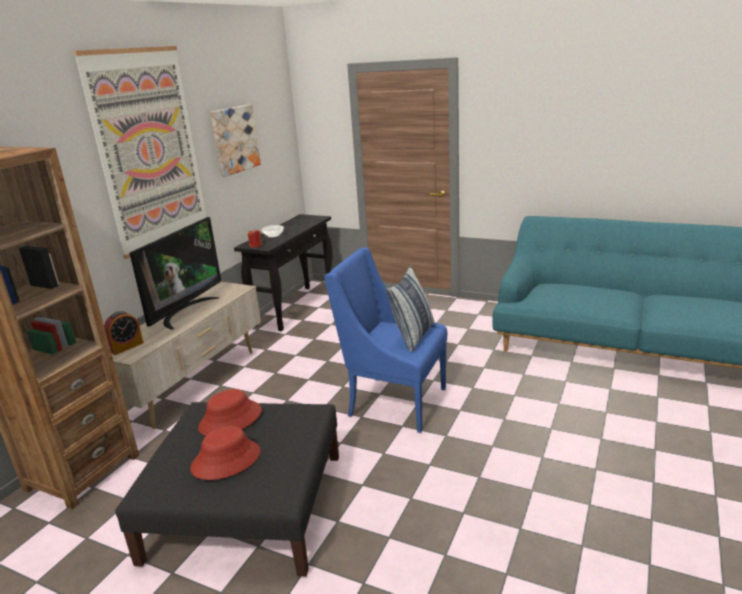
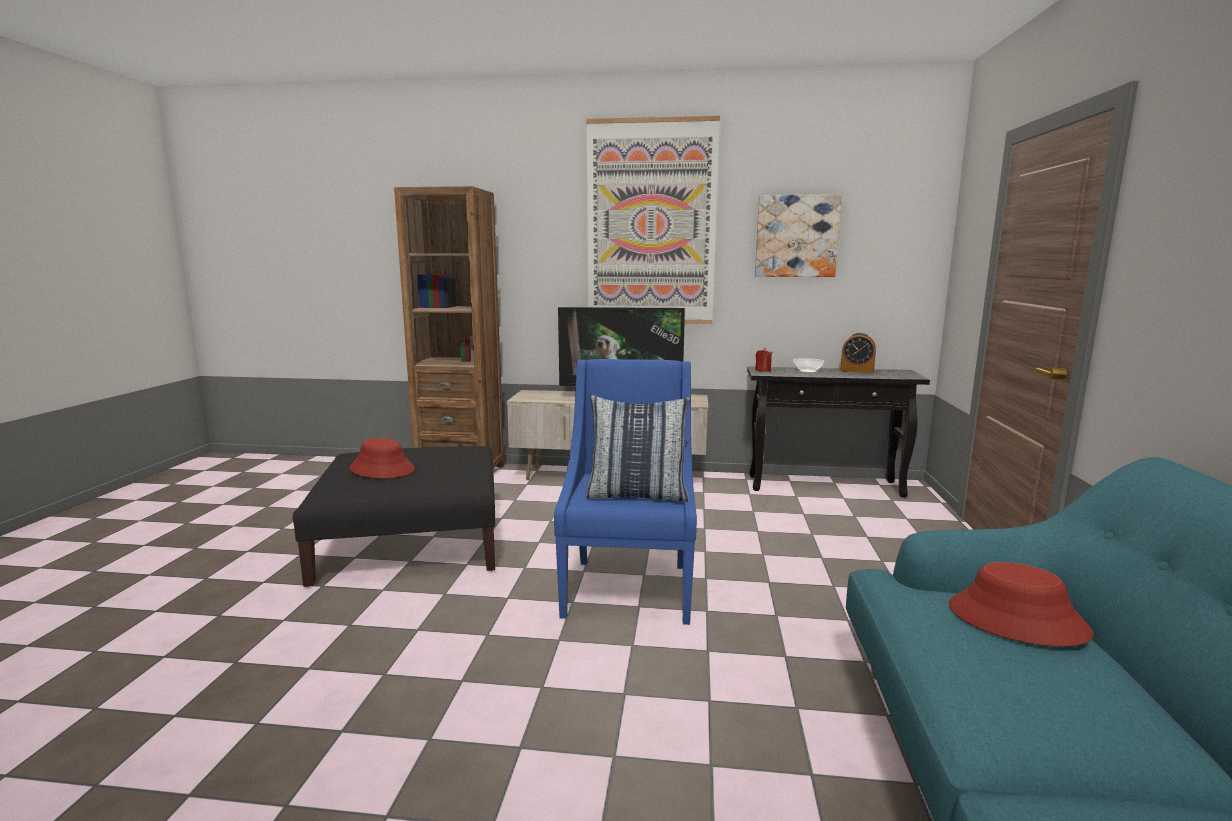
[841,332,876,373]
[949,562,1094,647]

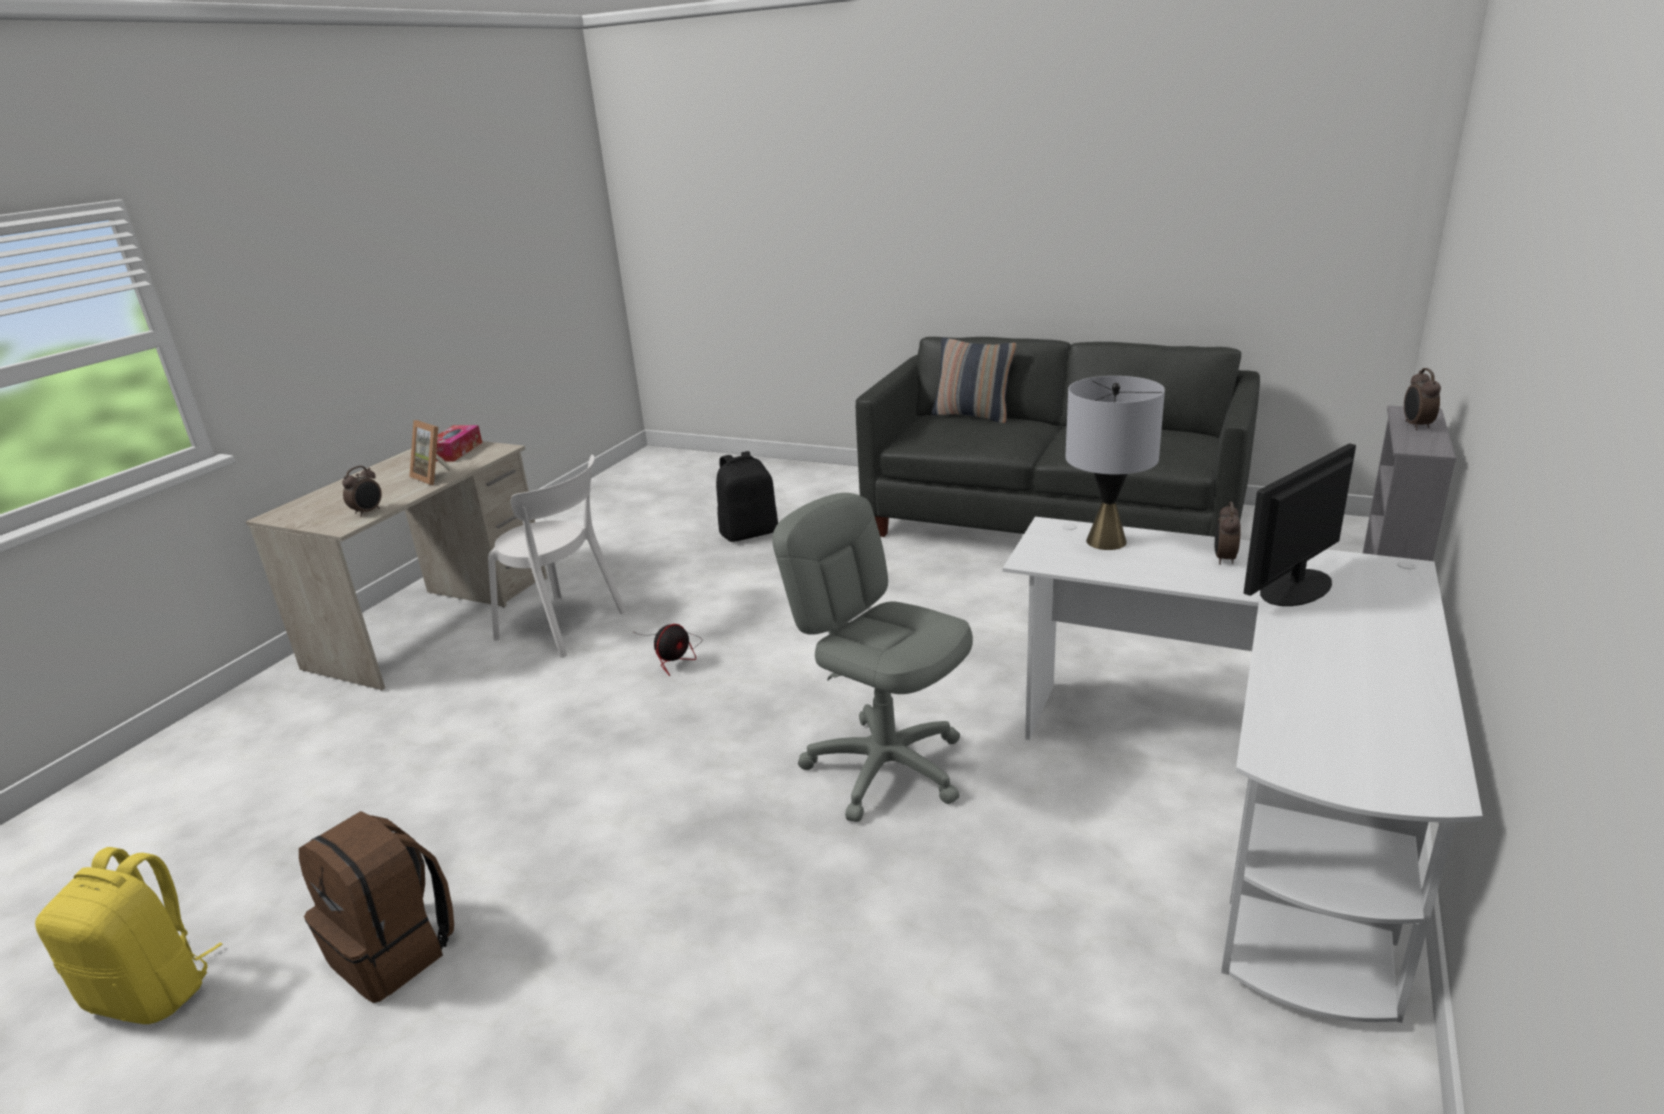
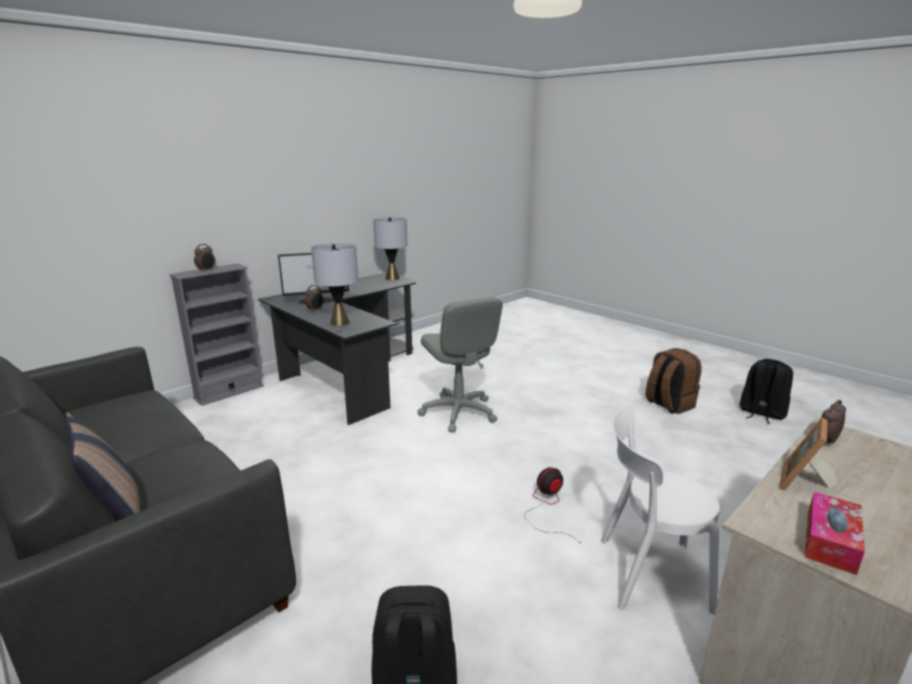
[779,417,837,491]
[601,405,720,615]
[258,273,416,425]
[739,359,793,424]
[373,217,408,280]

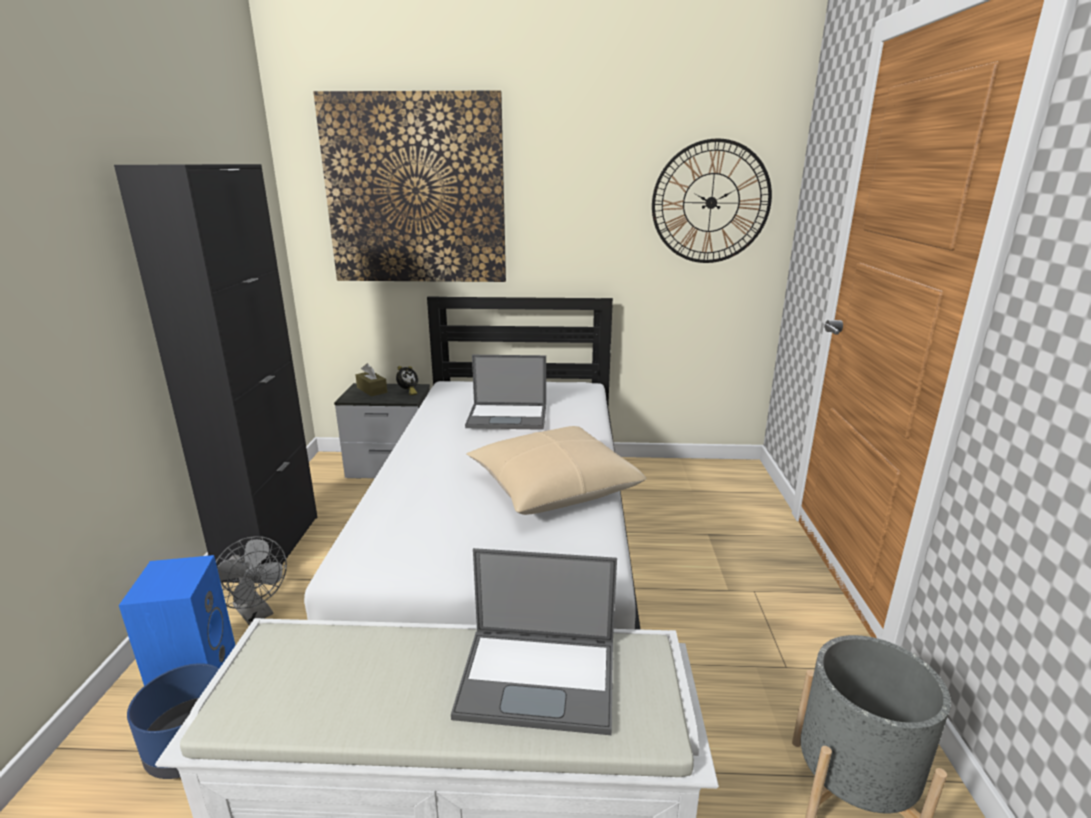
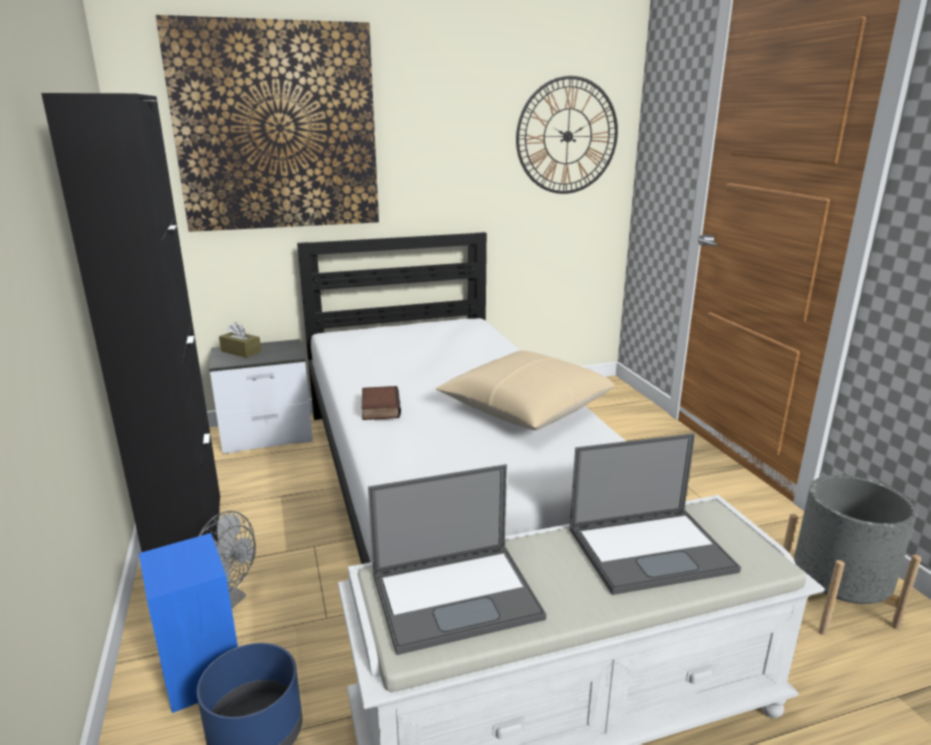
[368,464,546,655]
[396,366,418,395] (first image)
[362,386,401,420]

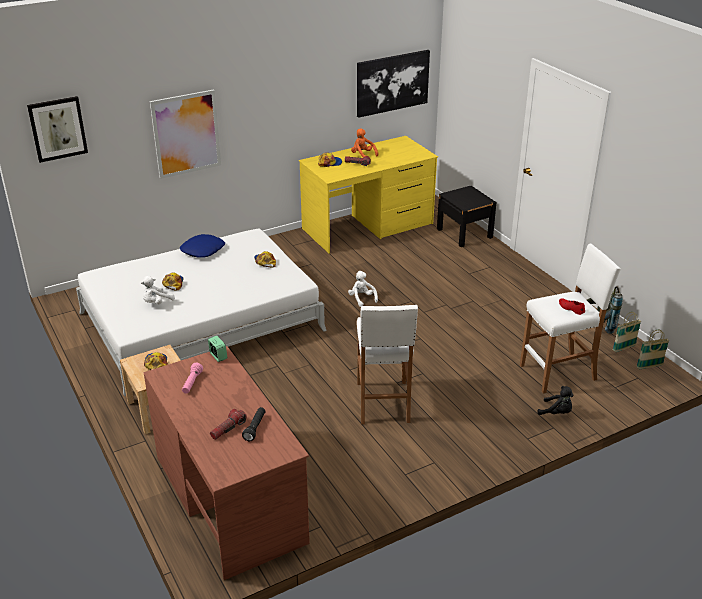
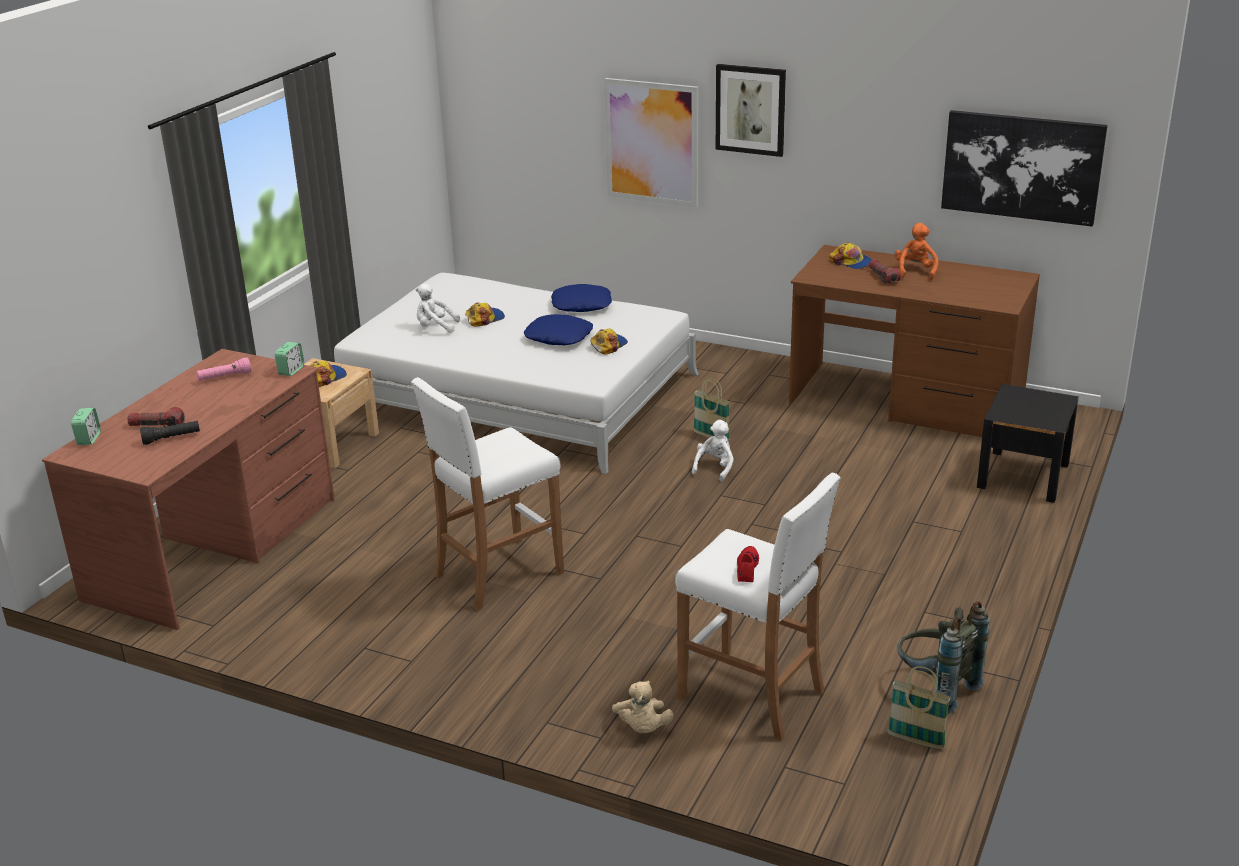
[716,64,786,157]
[789,245,1040,437]
[693,378,730,441]
[612,681,674,733]
[523,314,593,345]
[71,408,101,445]

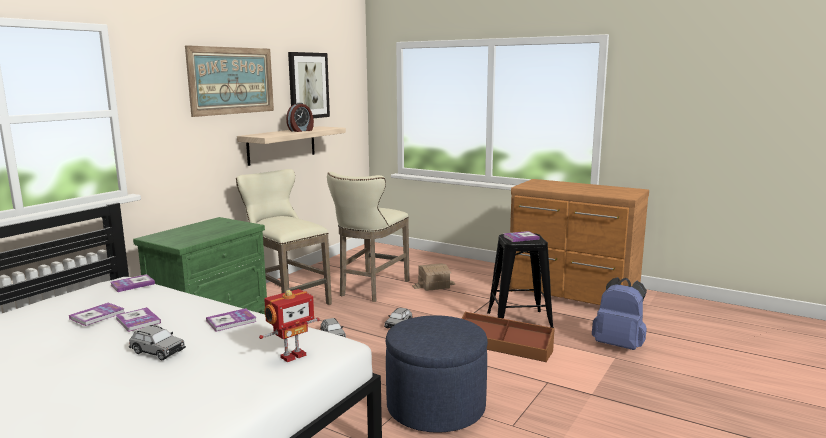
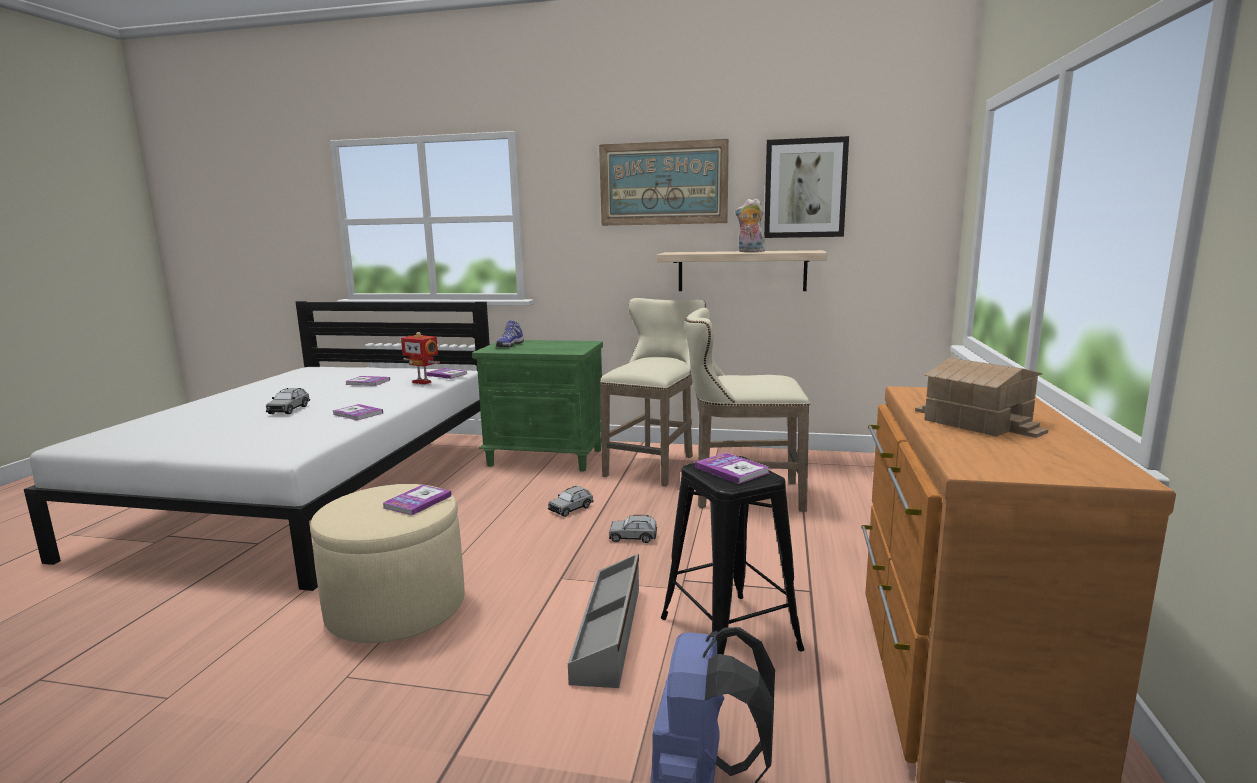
[735,198,765,252]
[915,358,1048,438]
[401,332,440,385]
[383,485,452,515]
[568,554,639,688]
[310,484,465,643]
[496,321,524,348]

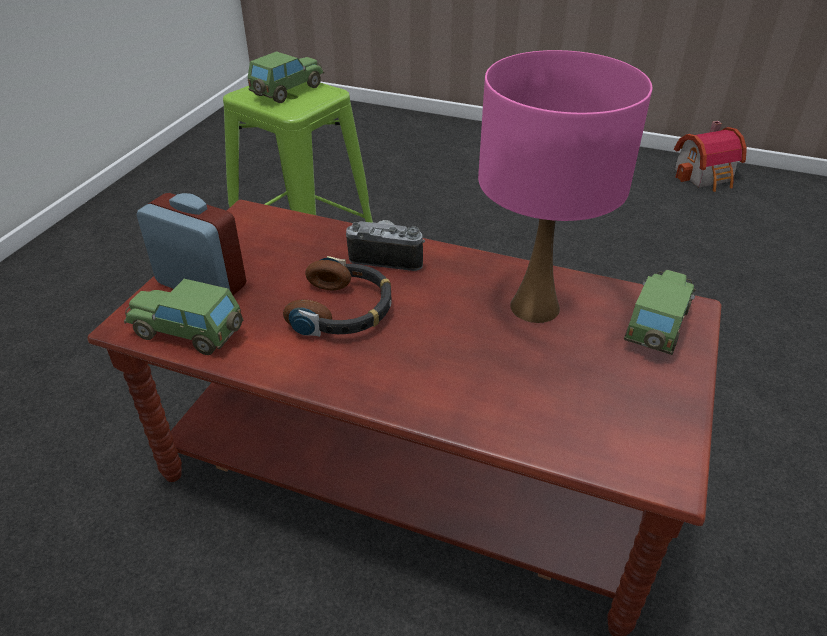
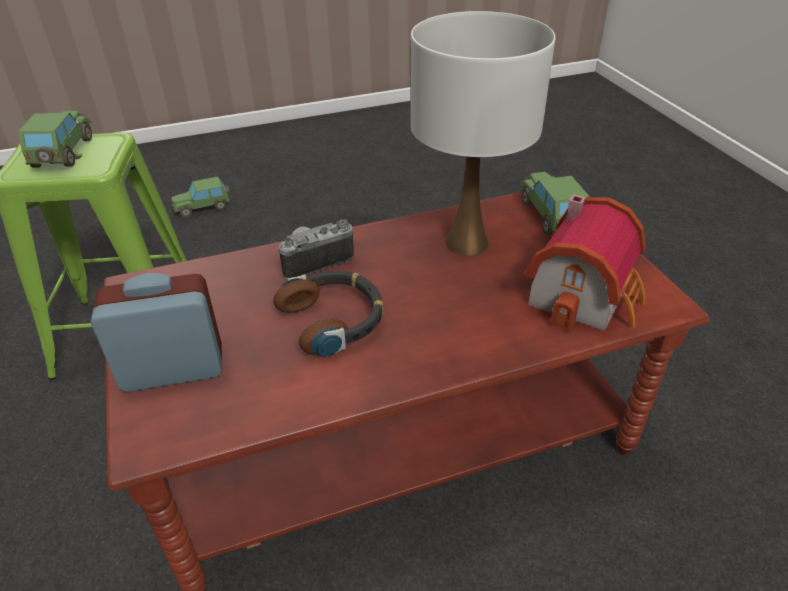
[410,11,555,255]
[524,194,646,333]
[171,177,230,217]

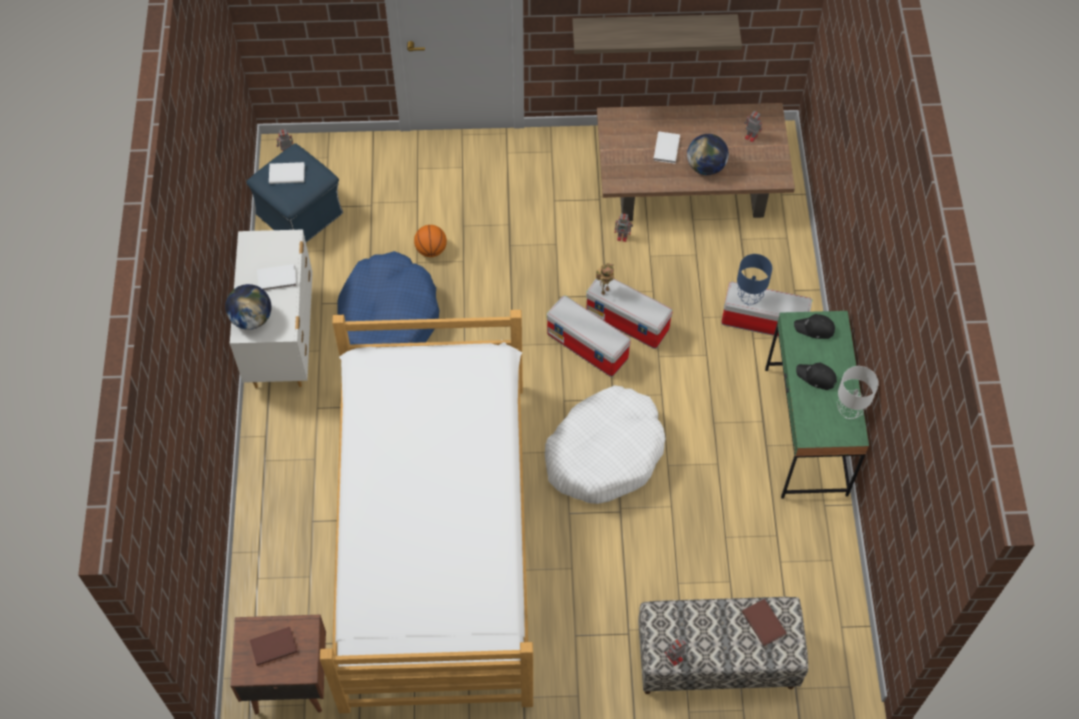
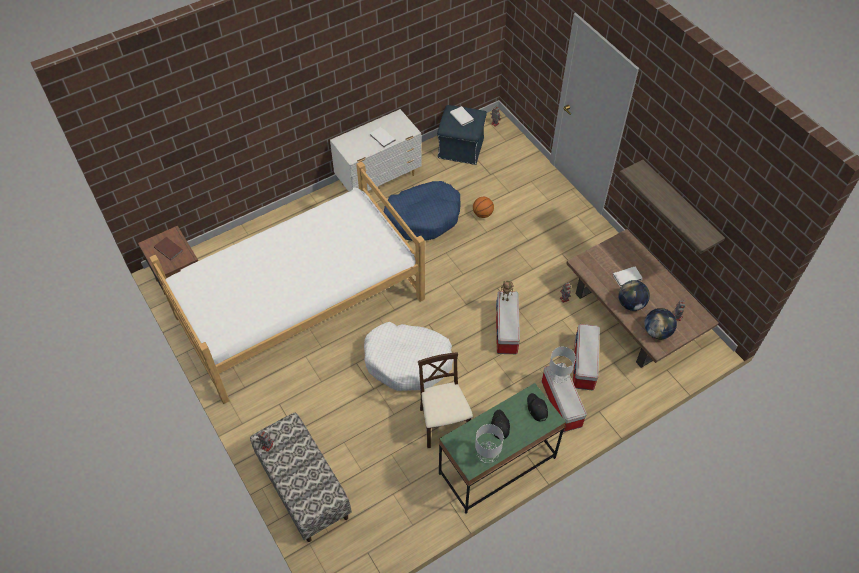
[549,347,576,383]
[644,308,677,339]
[573,324,600,390]
[742,599,786,646] (first image)
[418,352,473,448]

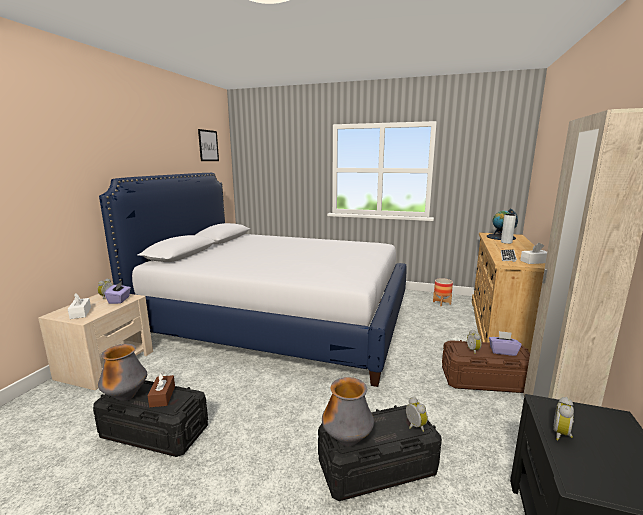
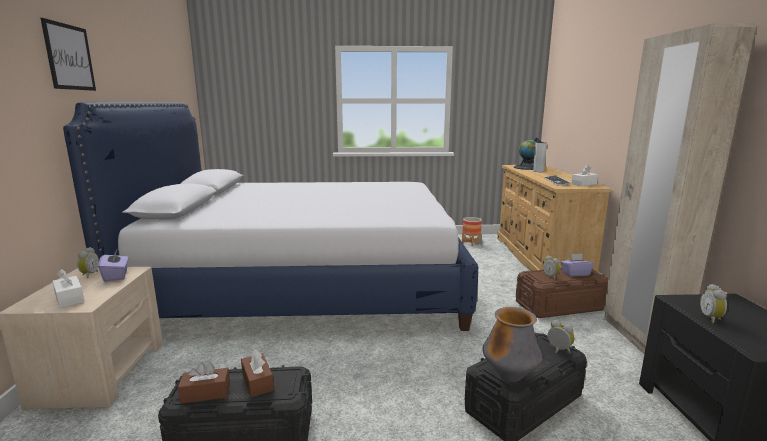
[41,18,96,91]
[178,362,230,404]

